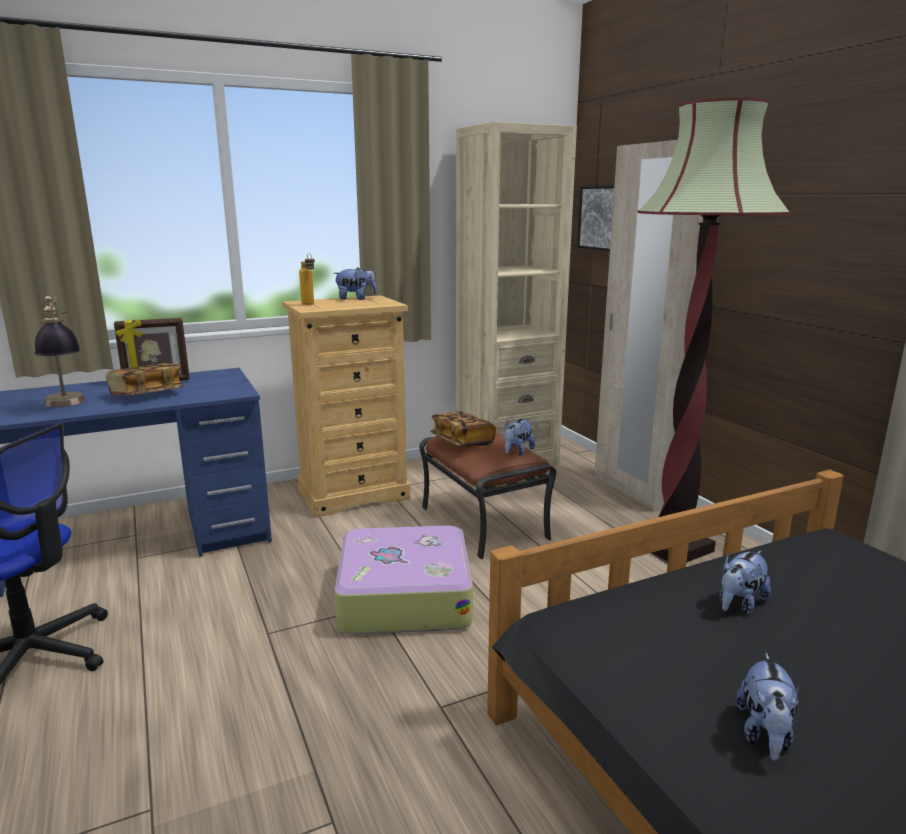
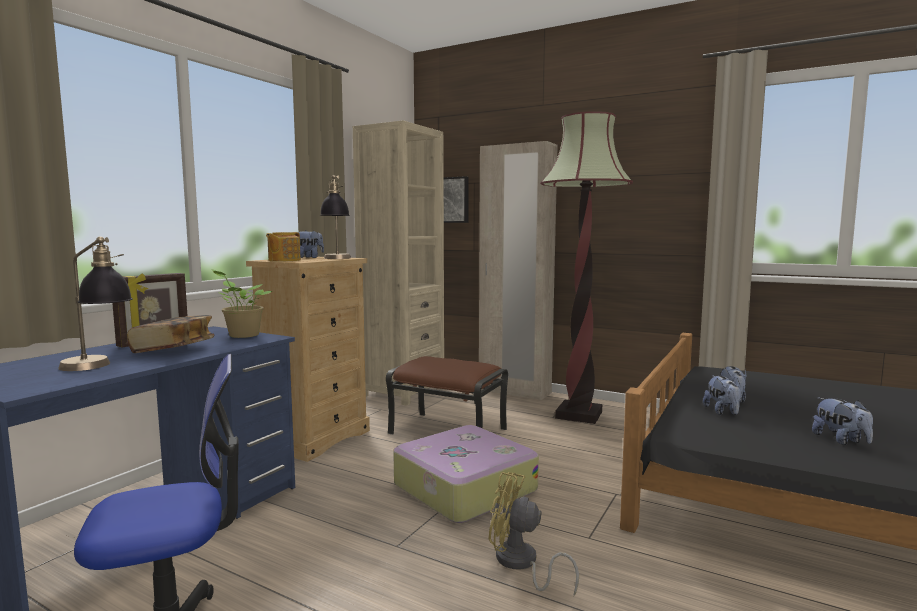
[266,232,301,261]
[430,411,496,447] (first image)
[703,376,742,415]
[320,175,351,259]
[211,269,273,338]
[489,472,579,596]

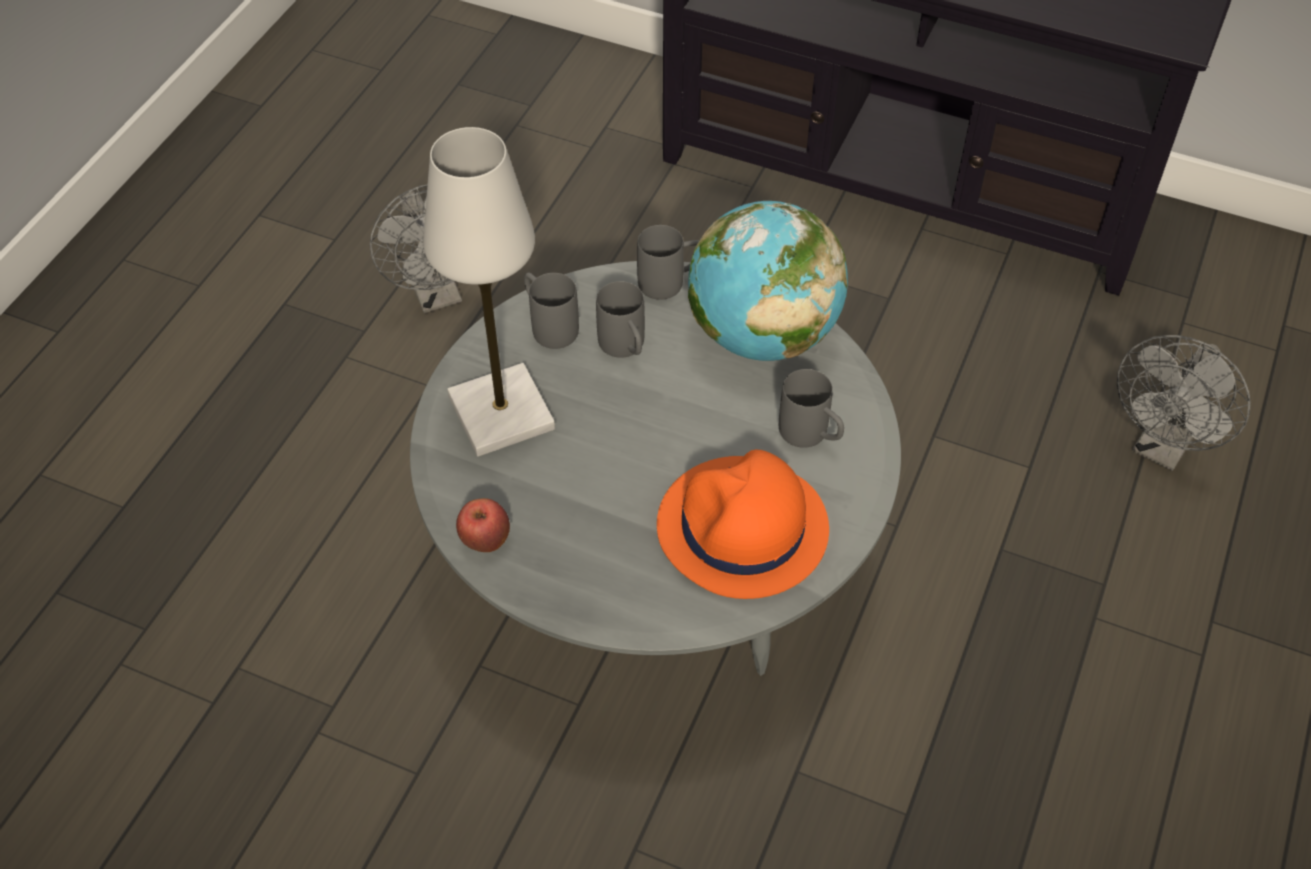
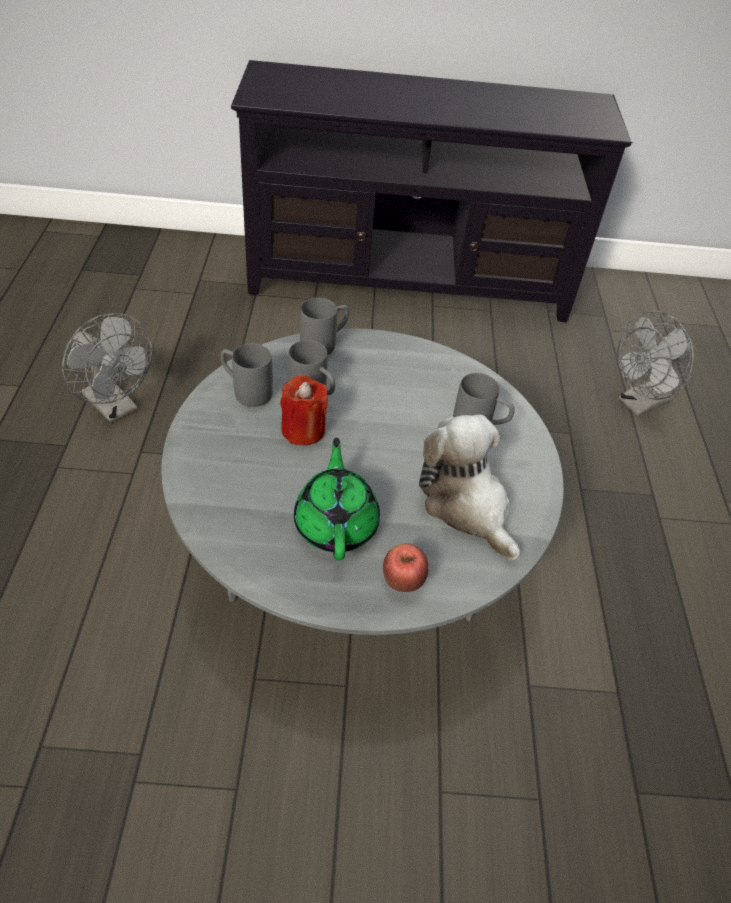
[423,127,555,457] (first image)
[688,201,848,361] (first image)
[617,311,695,416]
[419,415,520,560]
[383,543,429,592]
[280,375,328,445]
[294,438,380,560]

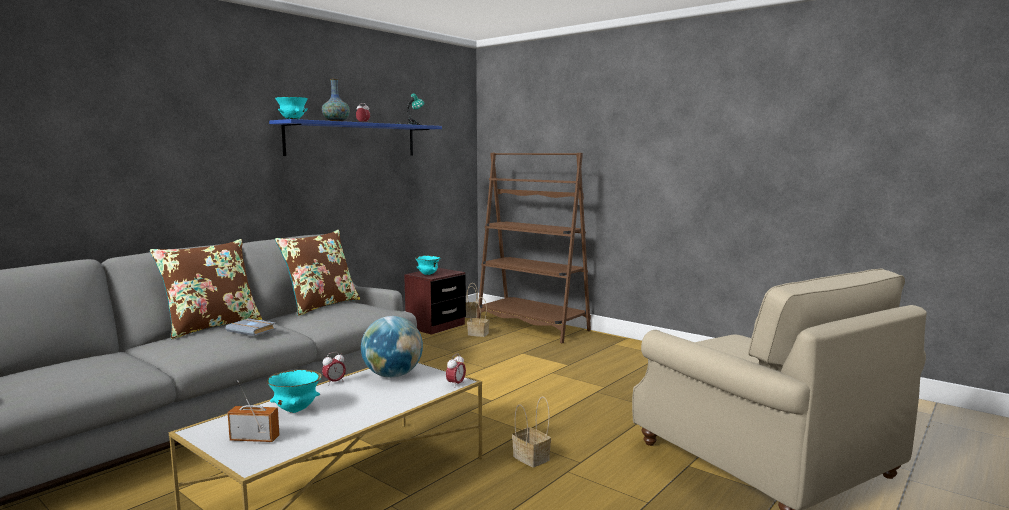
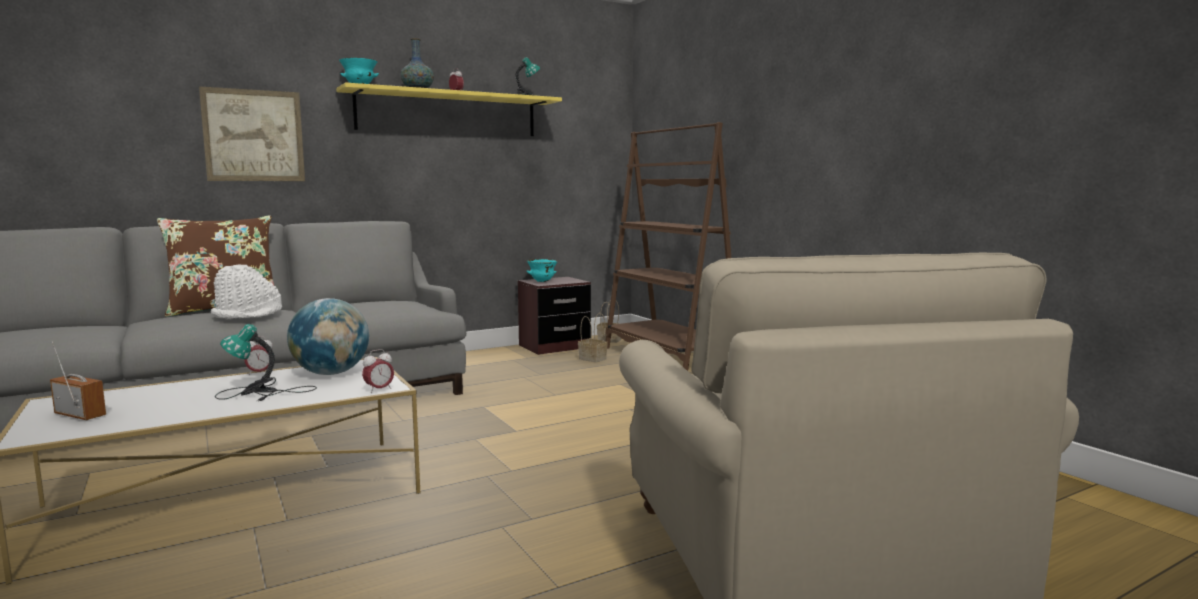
[336,82,562,136]
[275,230,360,316] (first image)
[211,265,282,319]
[267,369,322,413] (first image)
[512,397,551,467] (first image)
[199,86,305,181]
[215,324,317,402]

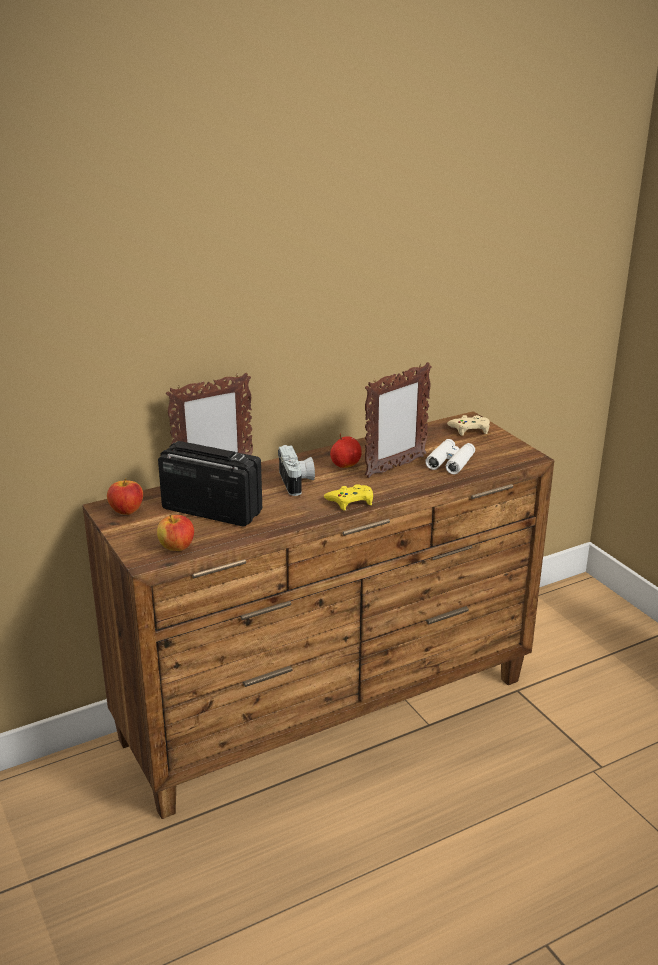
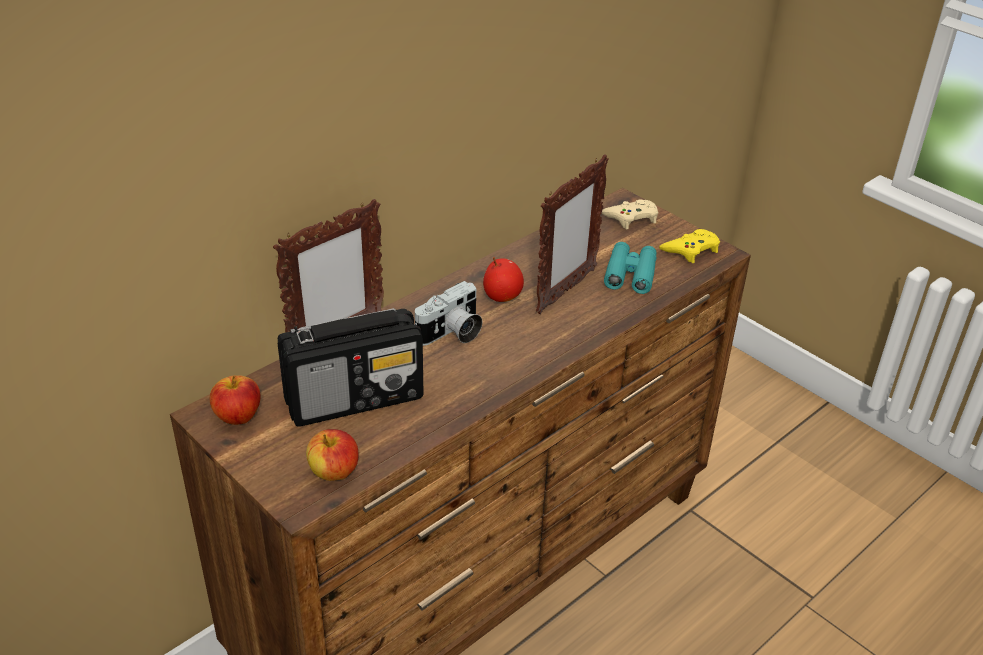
[604,242,657,294]
[278,308,423,427]
[415,281,483,345]
[659,229,720,263]

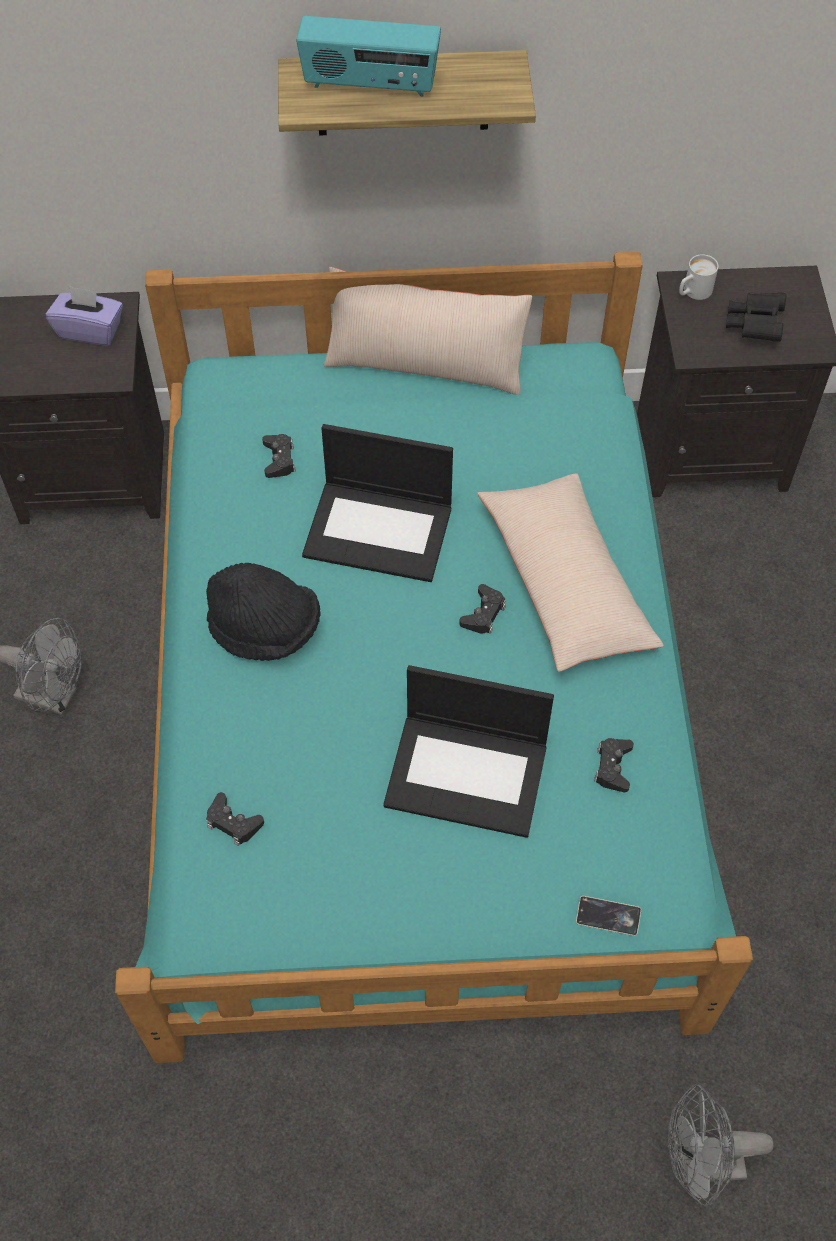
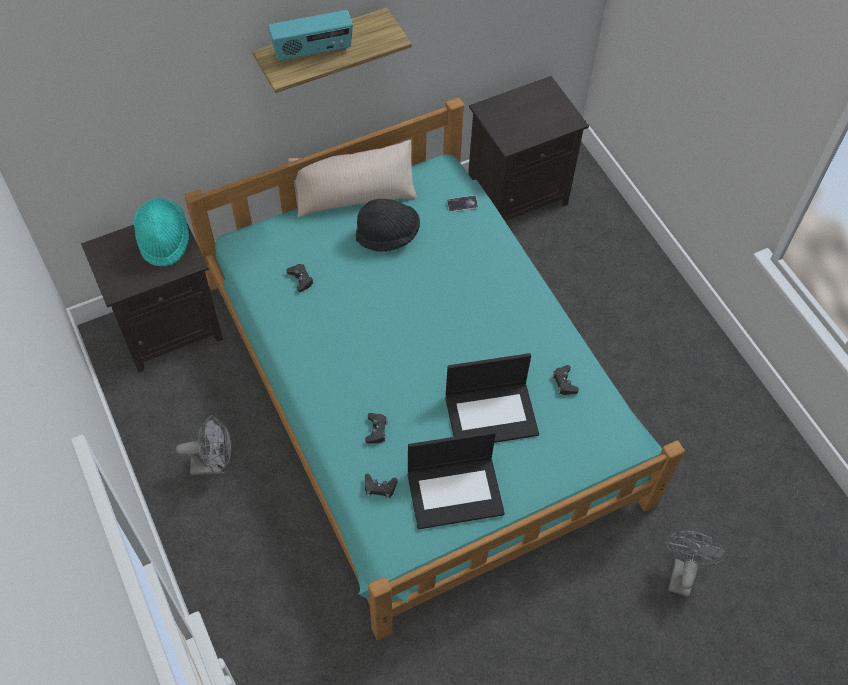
[679,254,719,300] (first image)
[133,198,189,266]
[726,292,787,342] (first image)
[407,431,505,529]
[477,473,664,672] (first image)
[356,199,420,252]
[365,413,388,444]
[447,195,478,212]
[664,531,727,597]

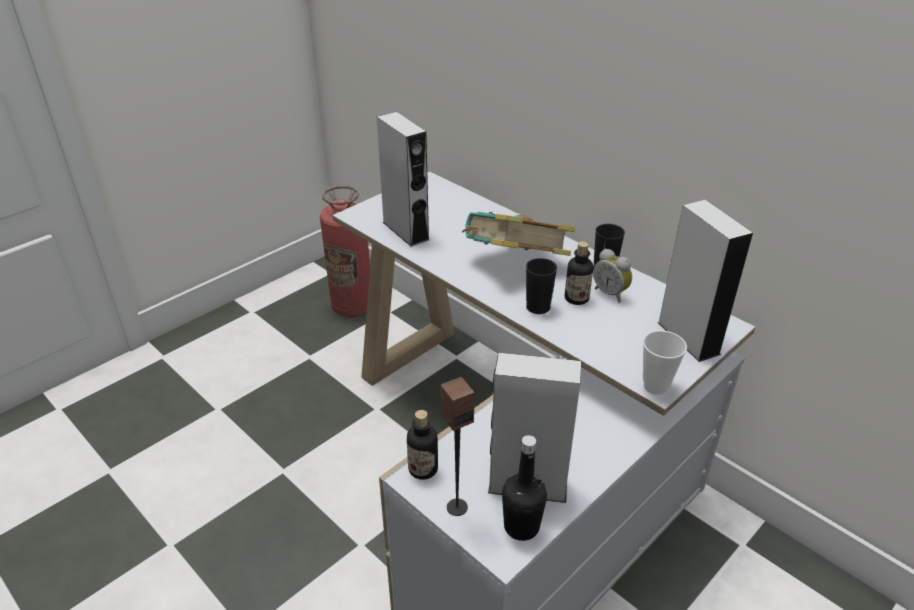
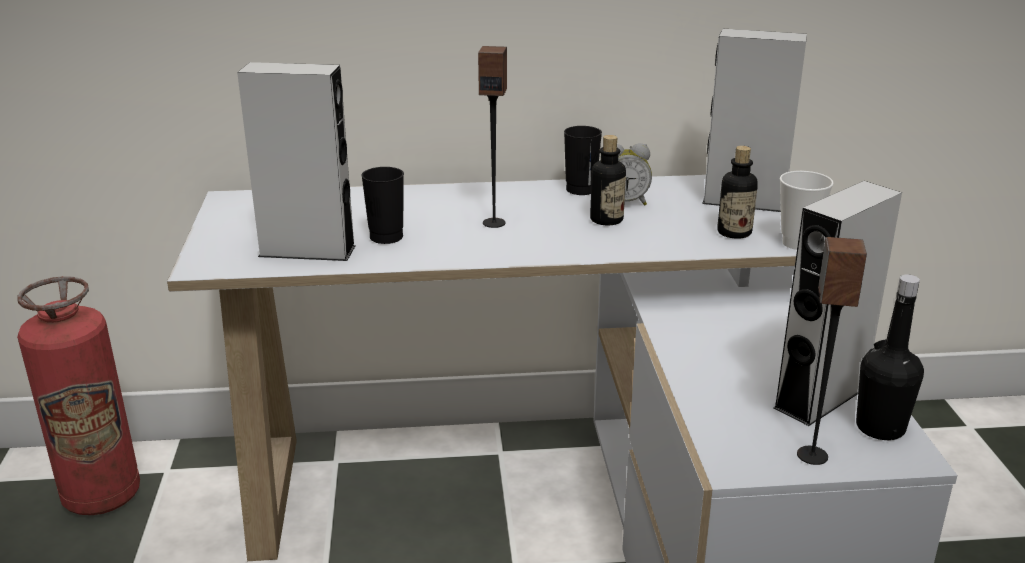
[478,46,507,228]
[361,167,404,244]
[718,146,758,239]

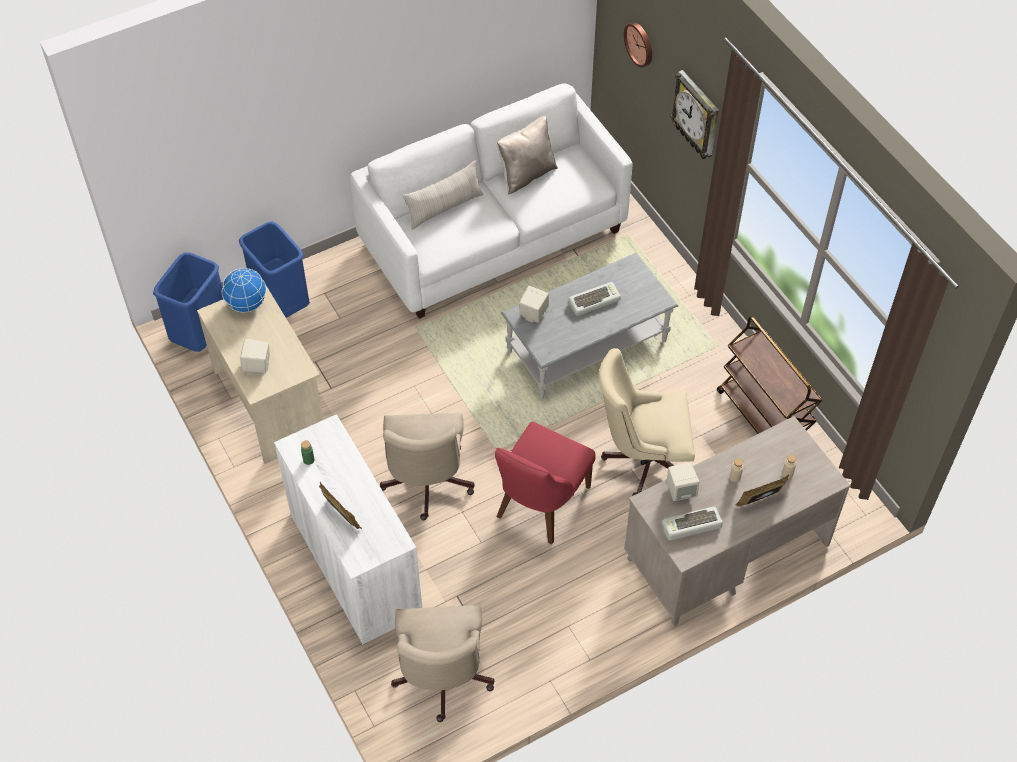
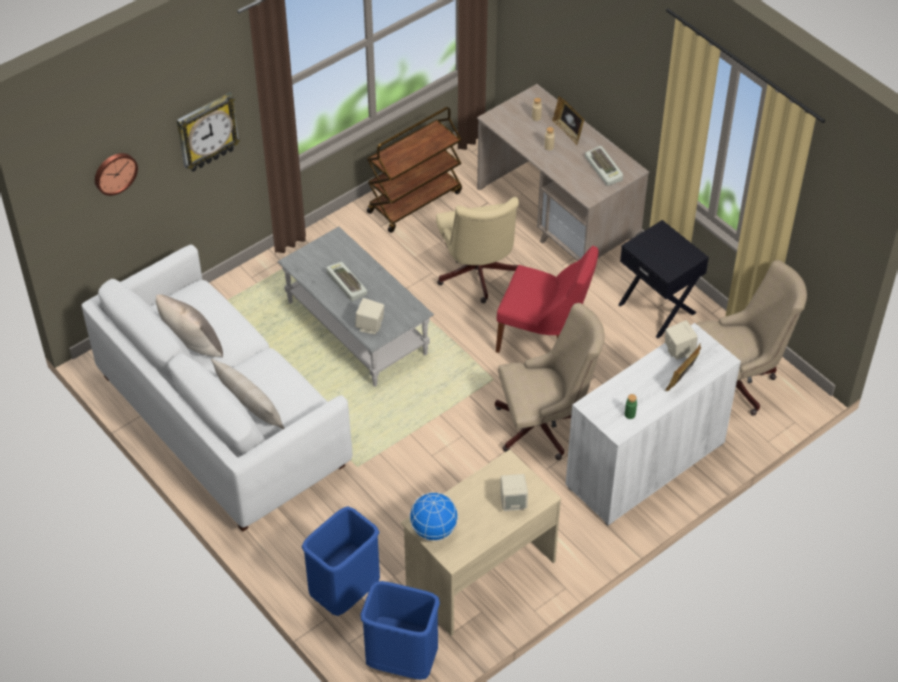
[665,320,698,360]
[618,220,709,338]

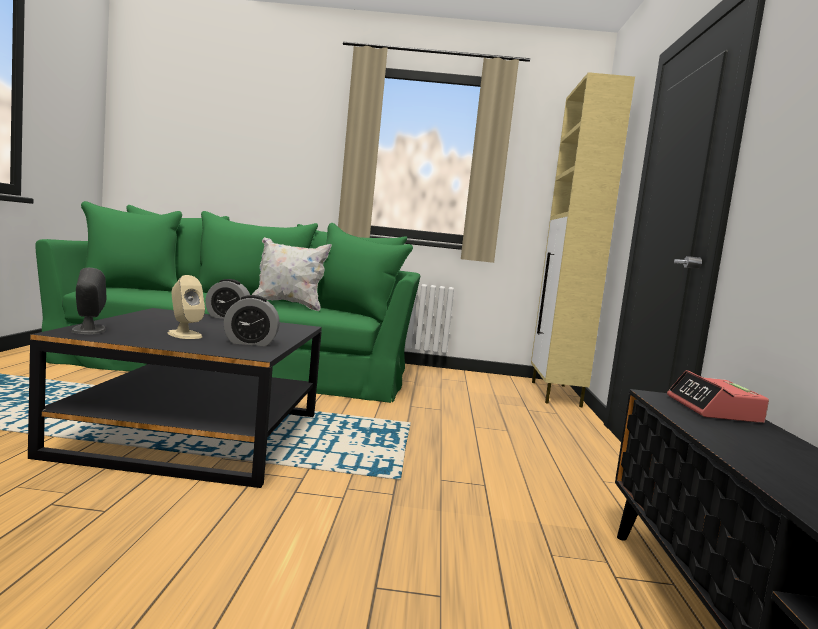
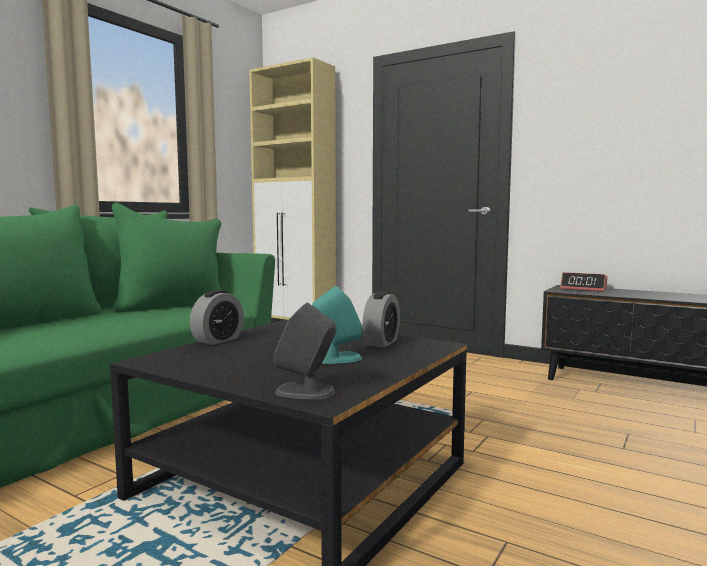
[252,237,332,311] (first image)
[312,286,362,364]

